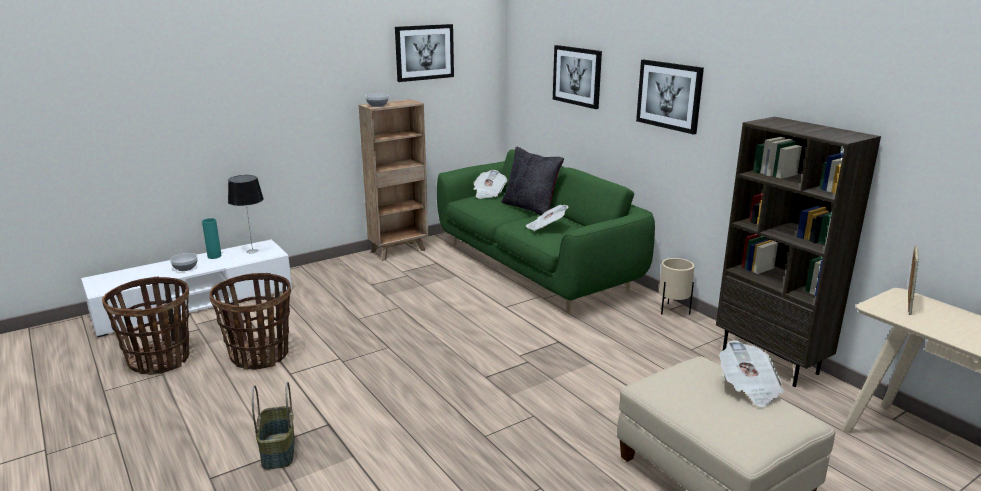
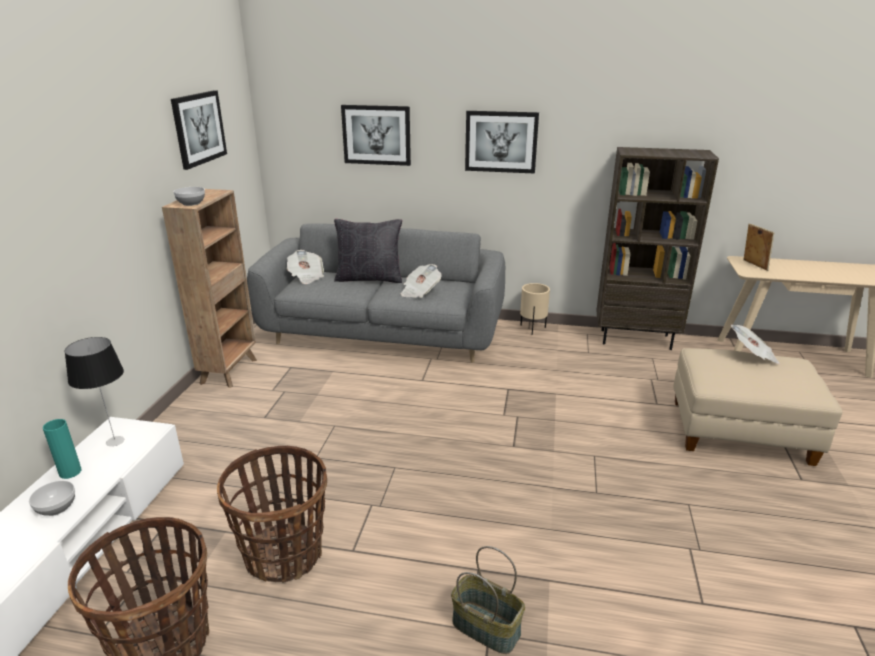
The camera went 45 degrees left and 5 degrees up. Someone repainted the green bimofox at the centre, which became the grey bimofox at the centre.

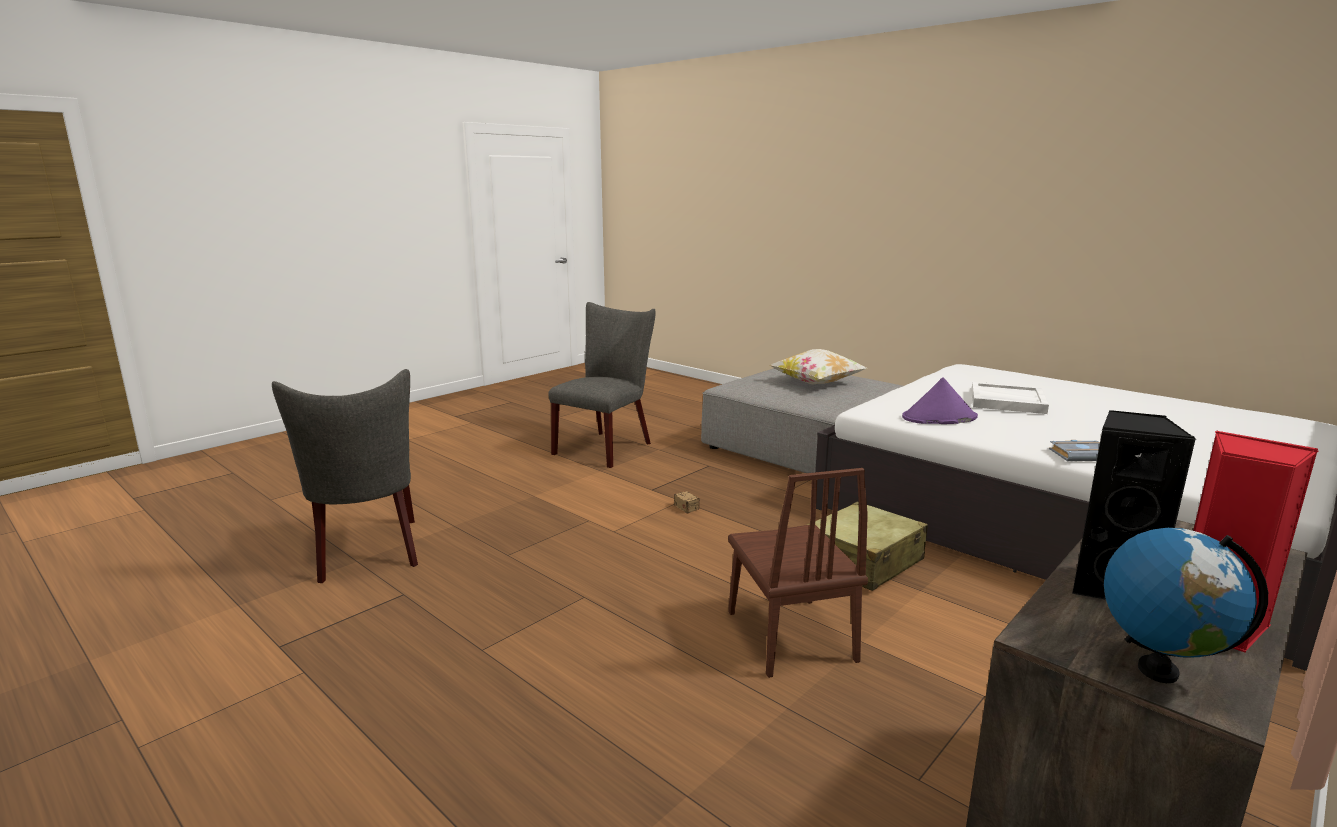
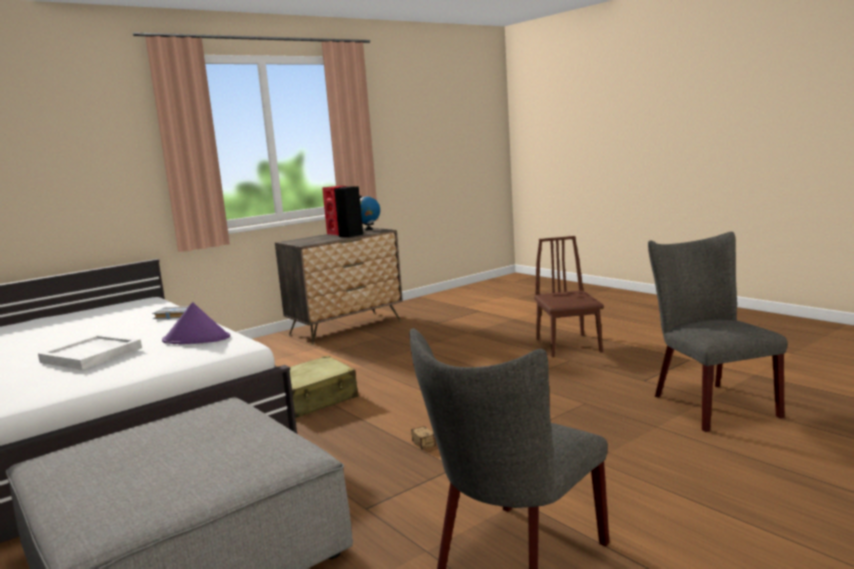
The camera went 170 degrees left and 5 degrees down. Someone took away the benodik at the centre. Someone carried the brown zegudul from the bottom centre to the centre.

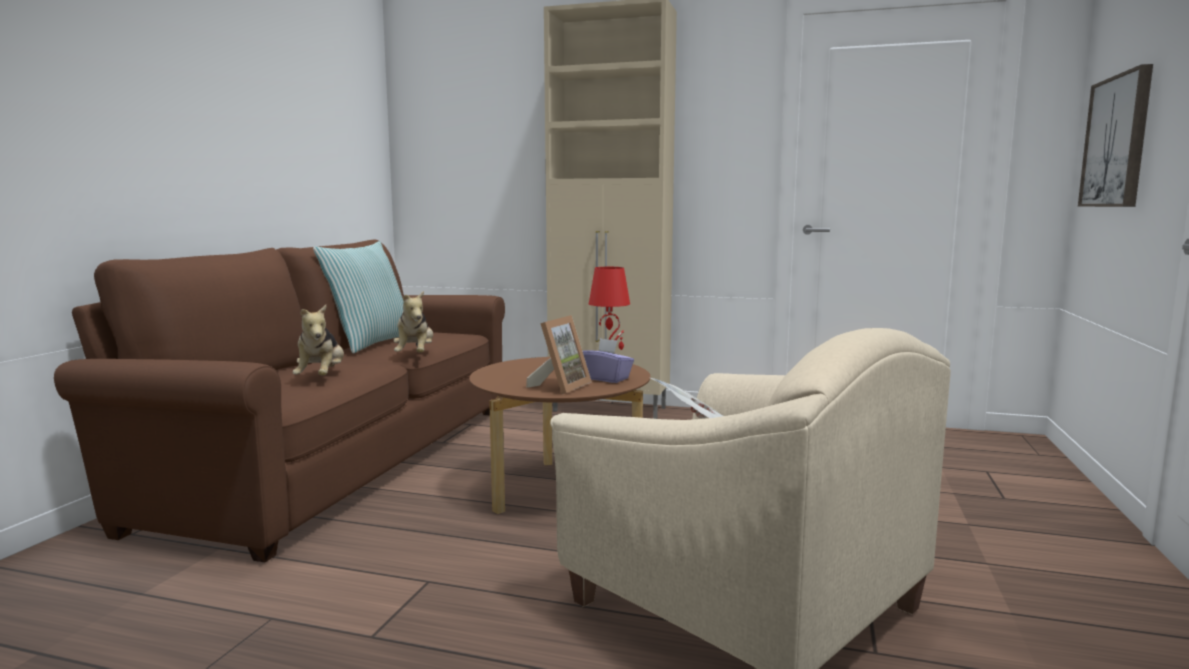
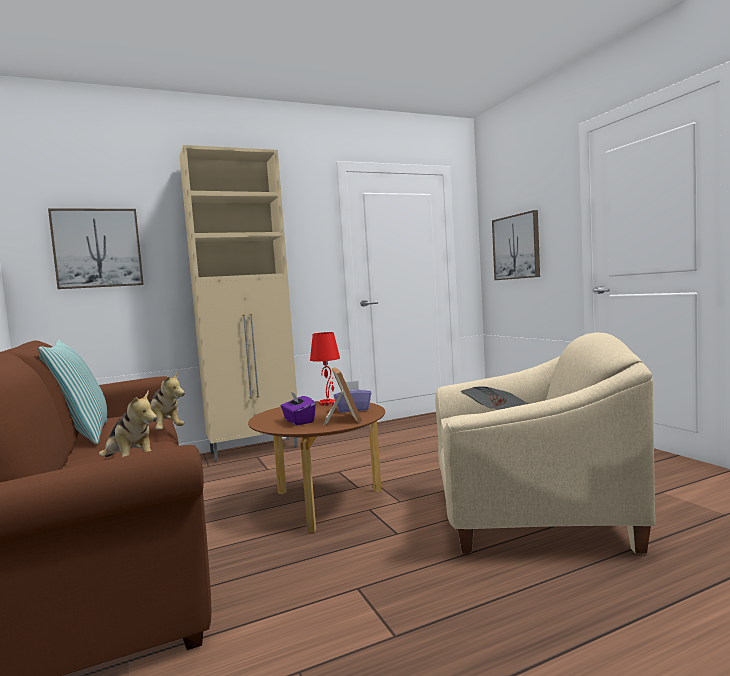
The camera went 40 degrees left and 5 degrees down. Someone put up the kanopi (1st from left) at the middle left. Someone put down the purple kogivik (1st from left) at the centre.

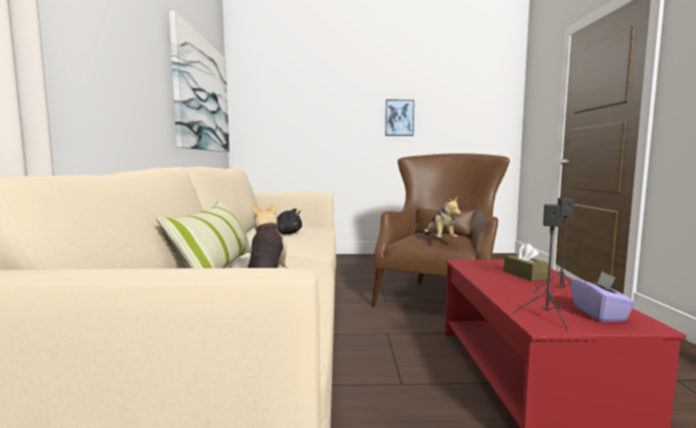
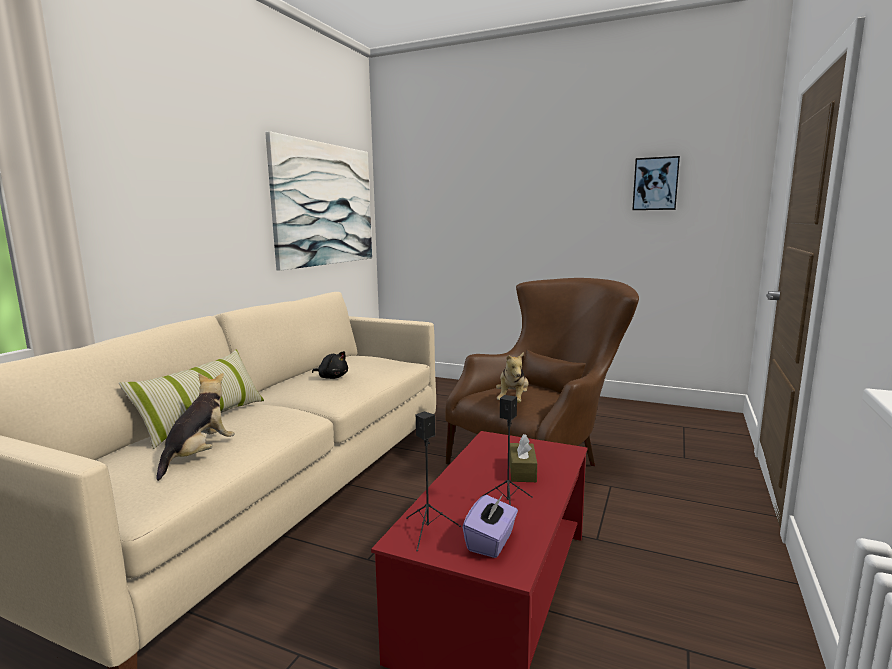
The camera went 25 degrees right and 5 degrees up. Someone carried the kanopi (2nd from left) from the top centre to the top right.

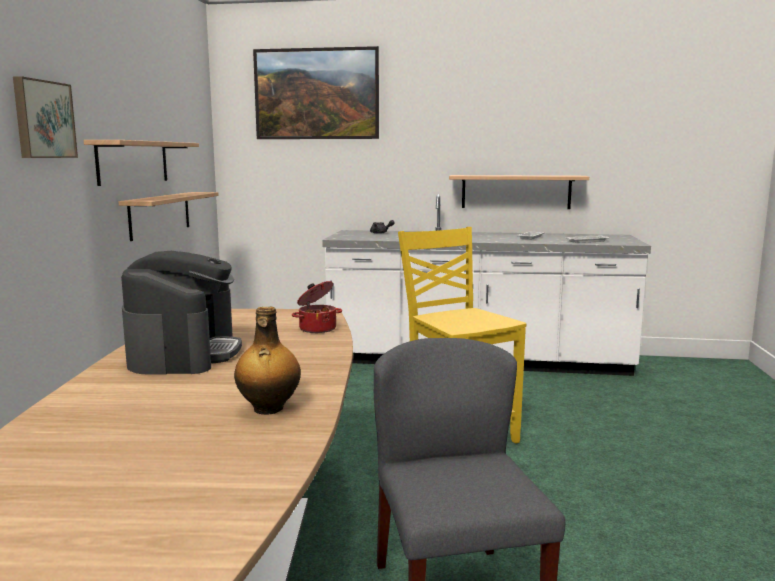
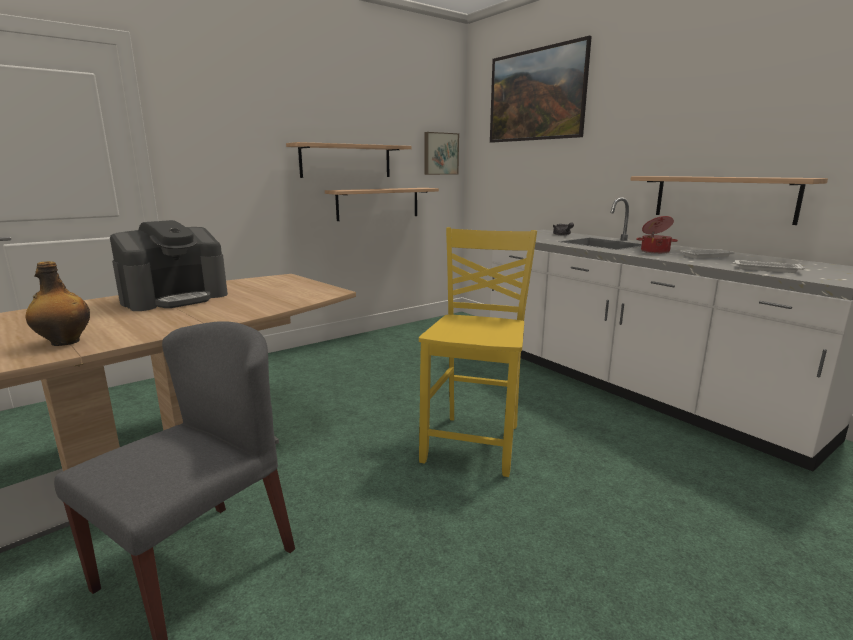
The camera went 45 degrees right and 5 degrees up. Someone carried the kanopi (1st from left) from the top left to the top centre. Someone carried the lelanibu from the centre to the middle right.

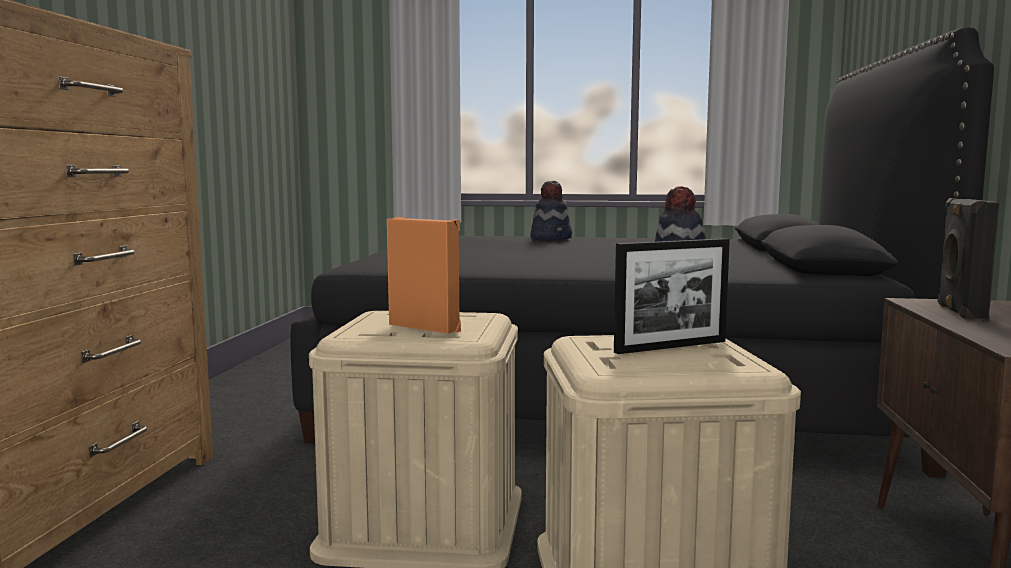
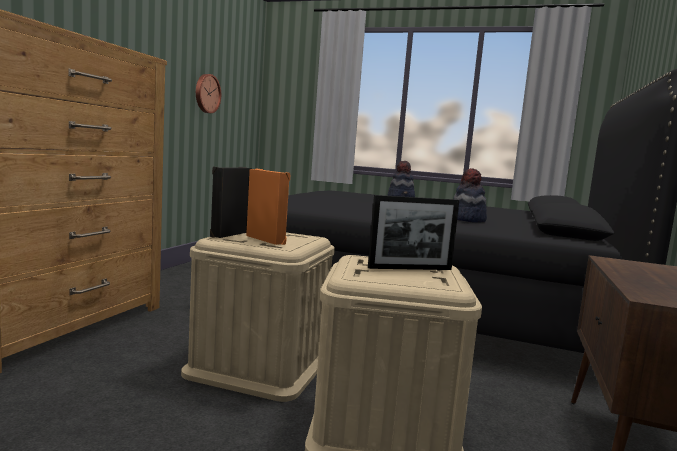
The camera went 10 degrees right and 0 degrees up. Someone carried the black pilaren from the middle right to the centre. Someone put up the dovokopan at the top left.

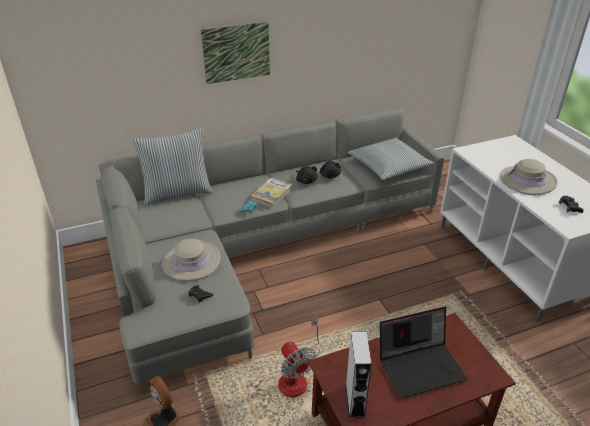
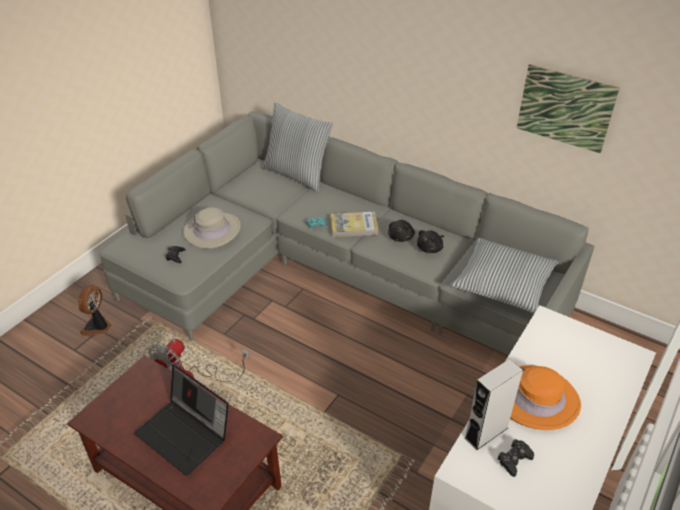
The camera went 55 degrees right and 5 degrees up. Someone carried the kanopi from the top centre to the top right. Someone repainted the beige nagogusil (2nd from left) at the middle right, which became the orange nagogusil at the bottom right. Someone carried the grey pilaren from the bottom centre to the bottom right.

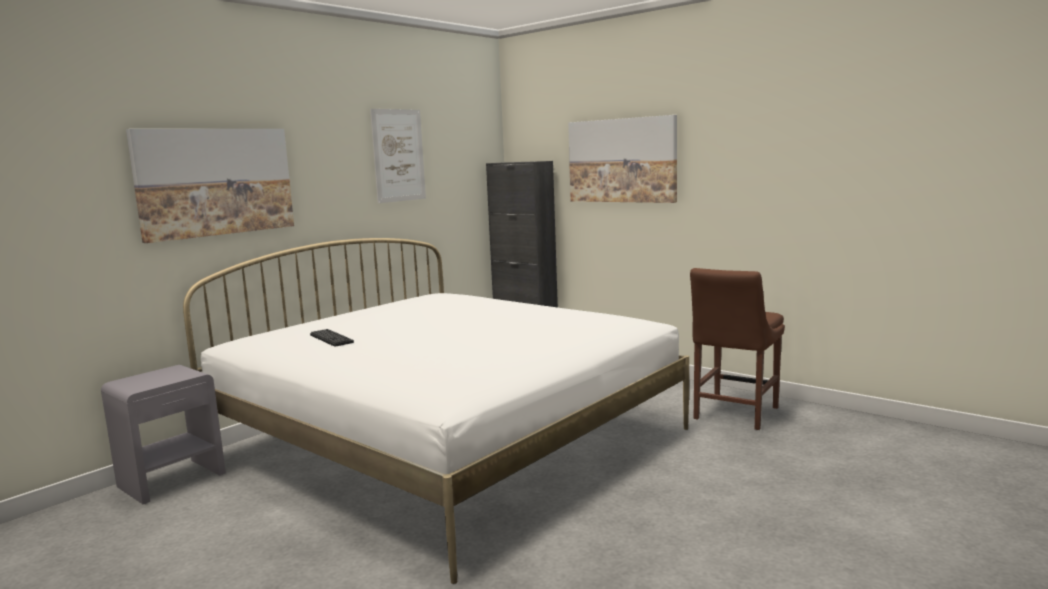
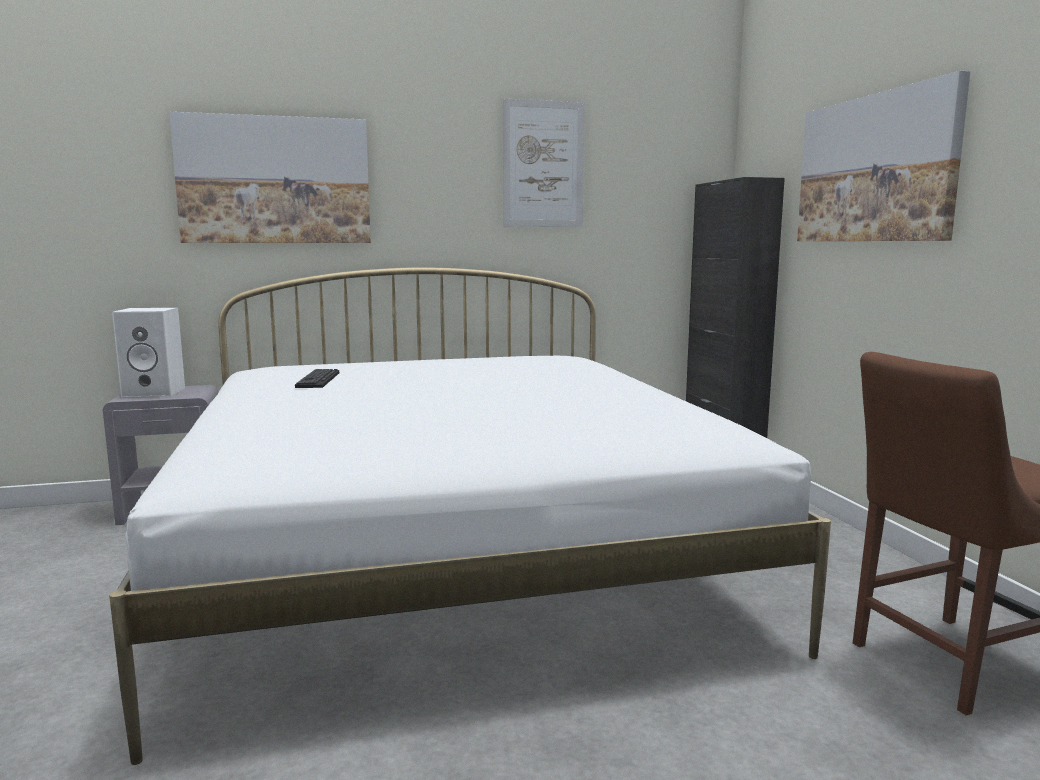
The camera went 35 degrees right and 0 degrees up. Someone put down the white pilaren at the middle left.

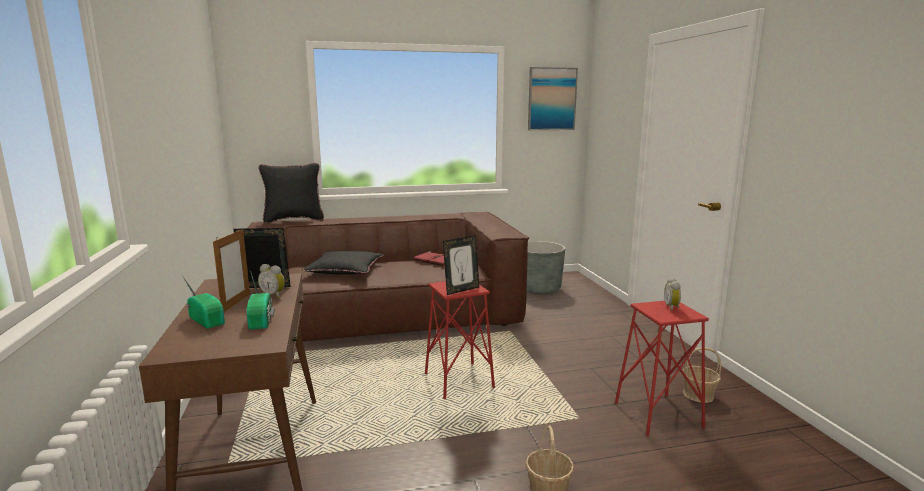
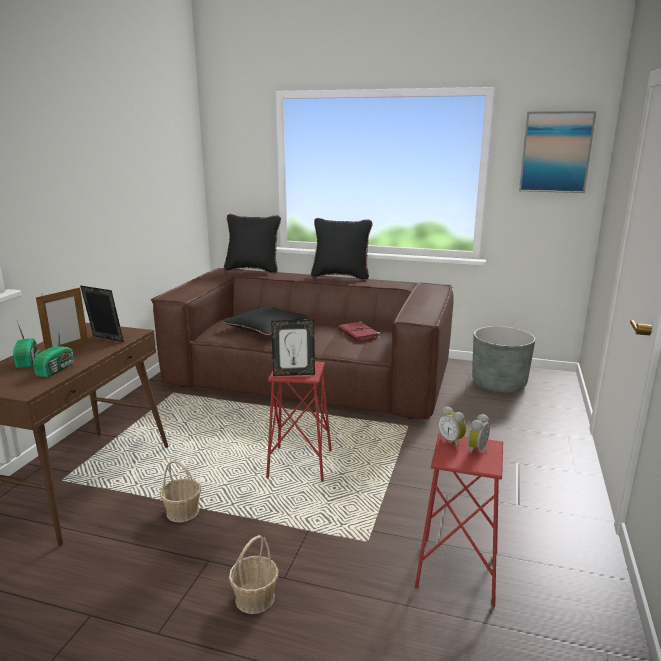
The camera went 30 degrees right and 5 degrees up. Someone carried the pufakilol (1st from left) from the middle left to the middle right. Someone carried the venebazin (2nd from left in the first image) from the bottom right to the bottom left. Someone put down the black benodik (3rd from left) at the centre.

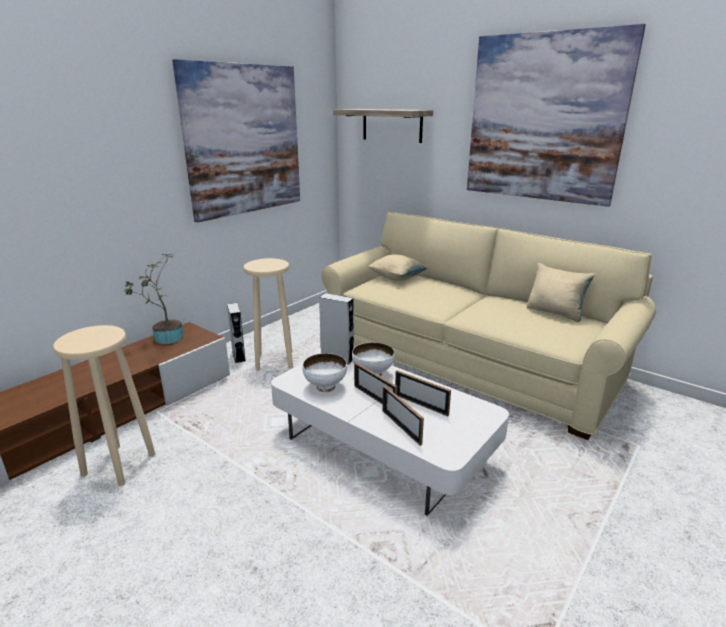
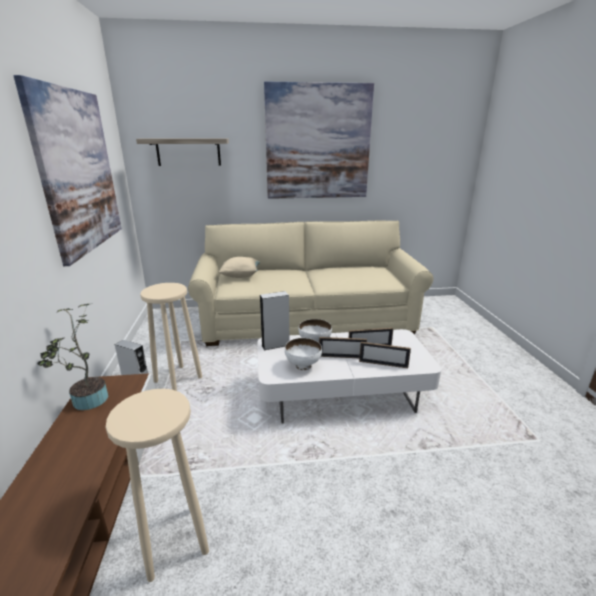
The camera went 45 degrees left and 0 degrees up. Someone took away the beige benodik (2nd from left) at the middle right.

